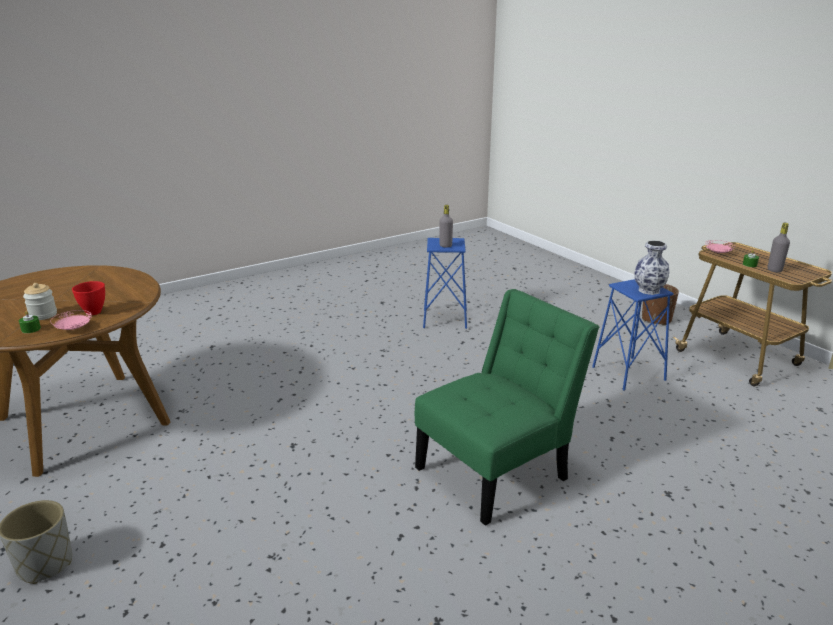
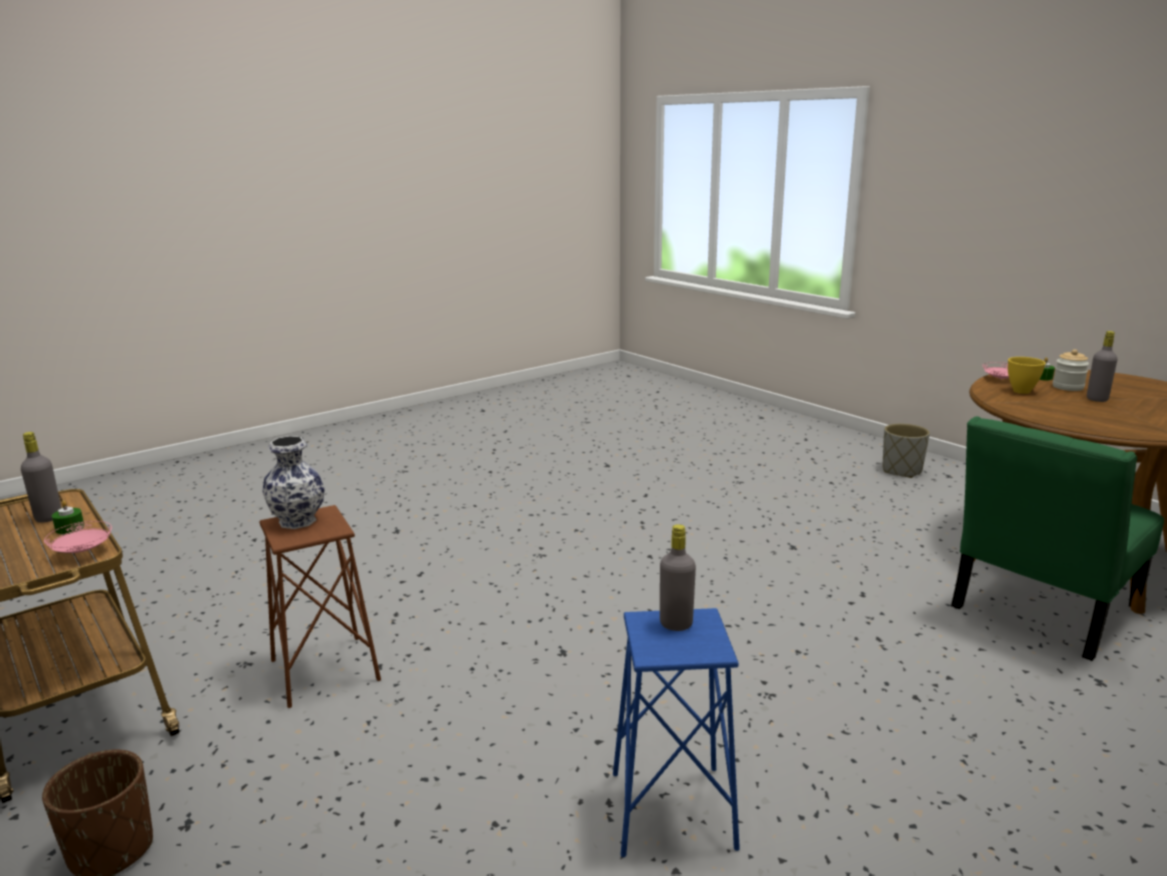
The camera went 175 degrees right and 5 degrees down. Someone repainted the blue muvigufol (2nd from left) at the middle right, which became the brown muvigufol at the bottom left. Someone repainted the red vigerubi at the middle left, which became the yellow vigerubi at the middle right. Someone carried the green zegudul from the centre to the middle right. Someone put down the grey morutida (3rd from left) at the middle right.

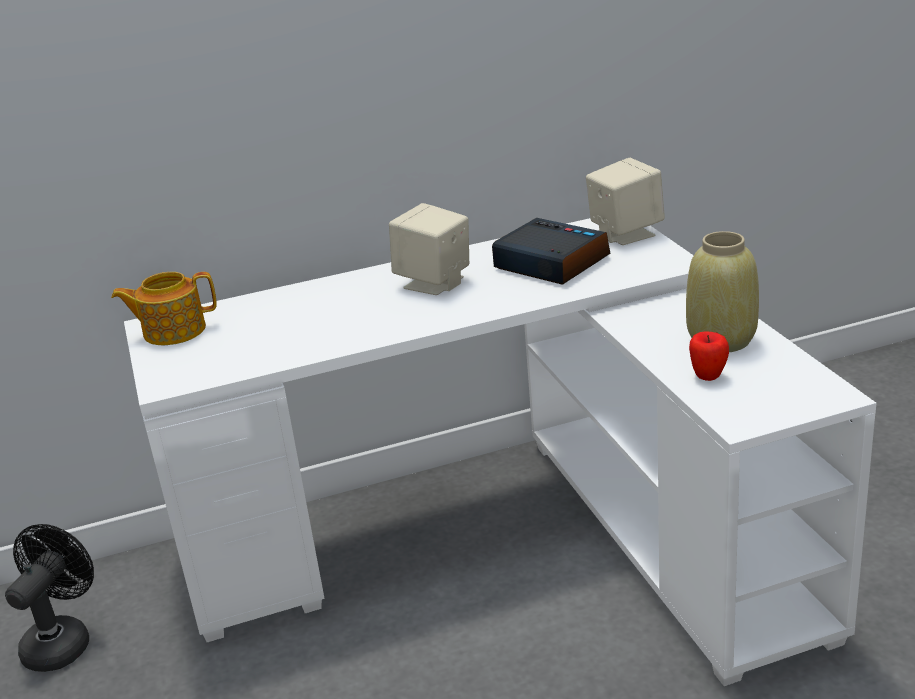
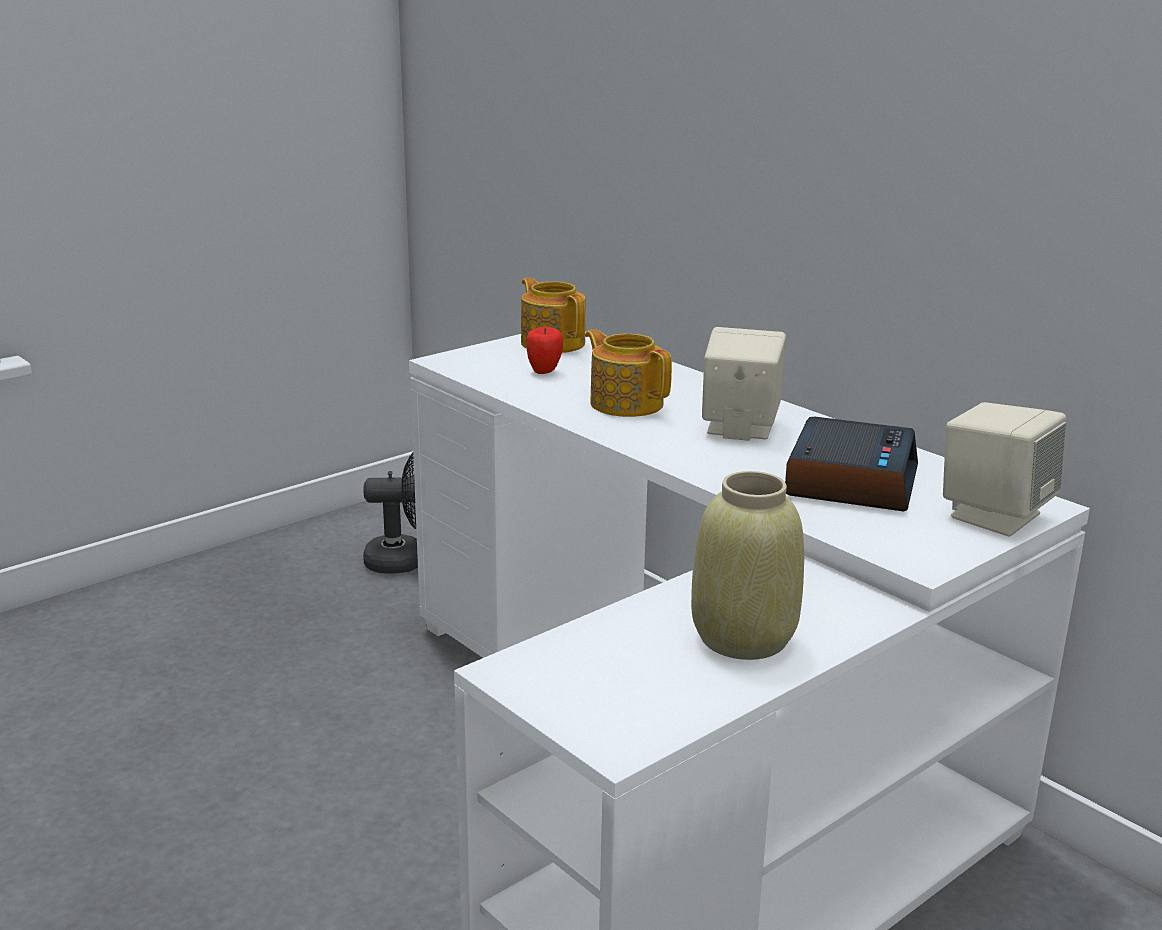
The camera went 65 degrees right and 5 degrees down. Someone carried the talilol from the middle right to the centre. Someone put down the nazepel (2nd from left) at the centre.

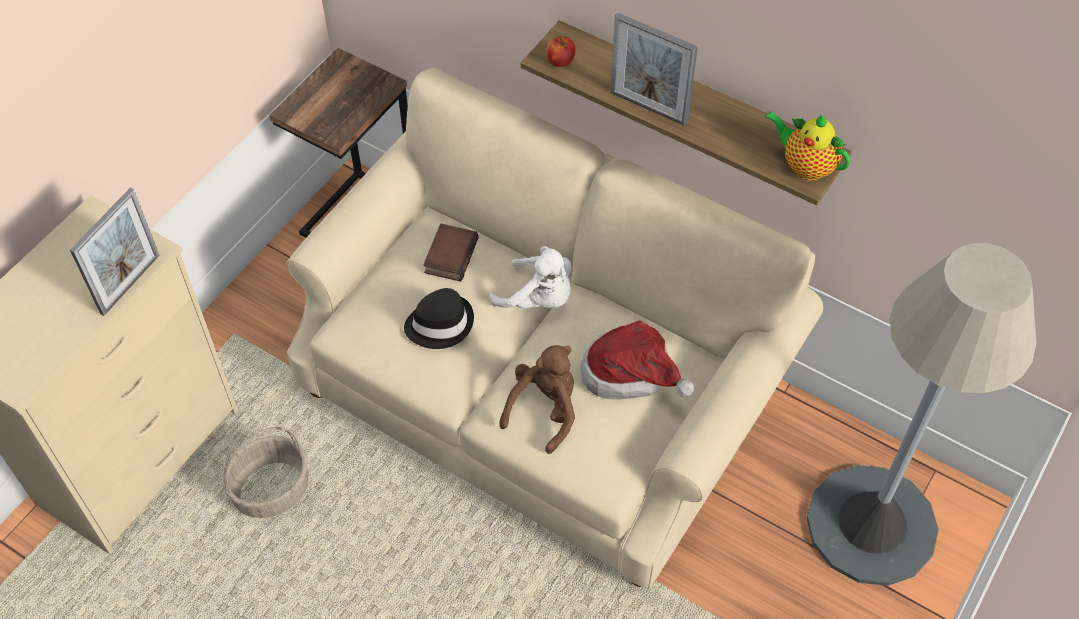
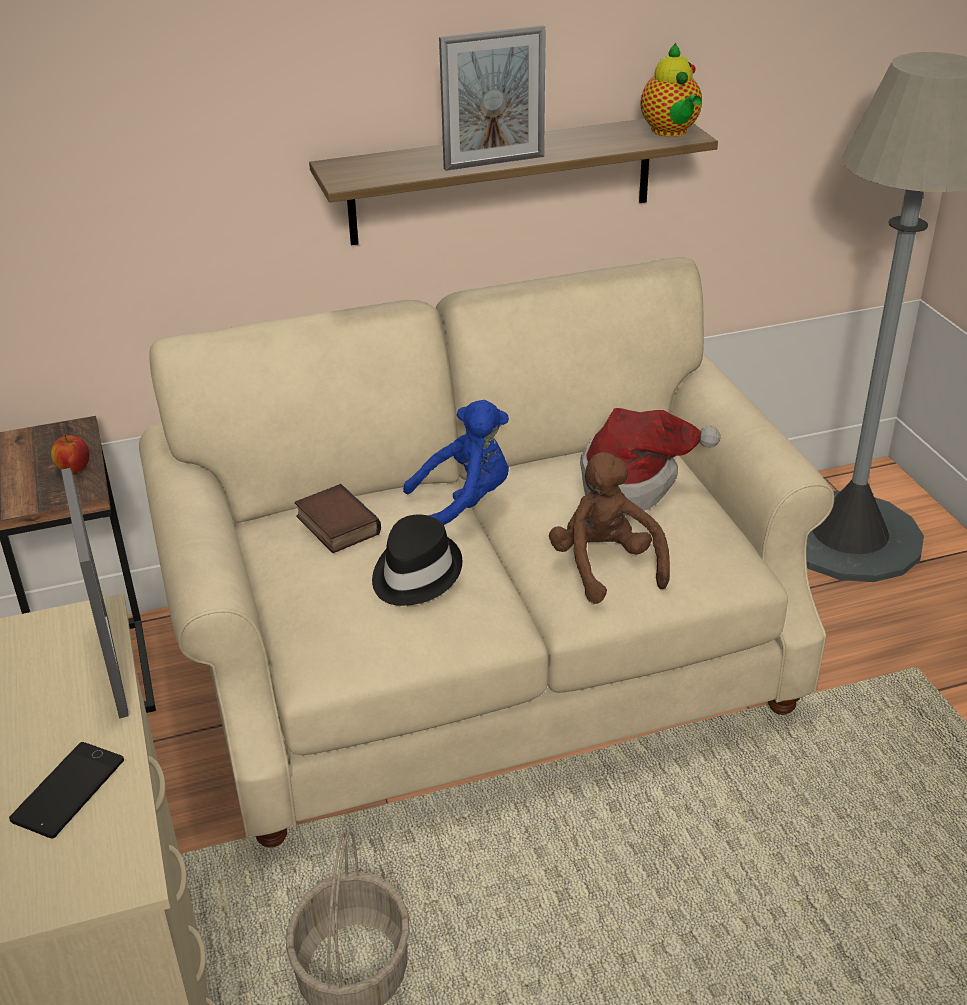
The camera went 50 degrees left and 20 degrees down. Someone carried the talilol from the top centre to the middle left. Someone rotated the nazepel at the top right by 90 degrees counterclockwise. Someone repainted the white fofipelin at the centre, which became the blue fofipelin at the centre. Someone put down the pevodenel at the bottom left.

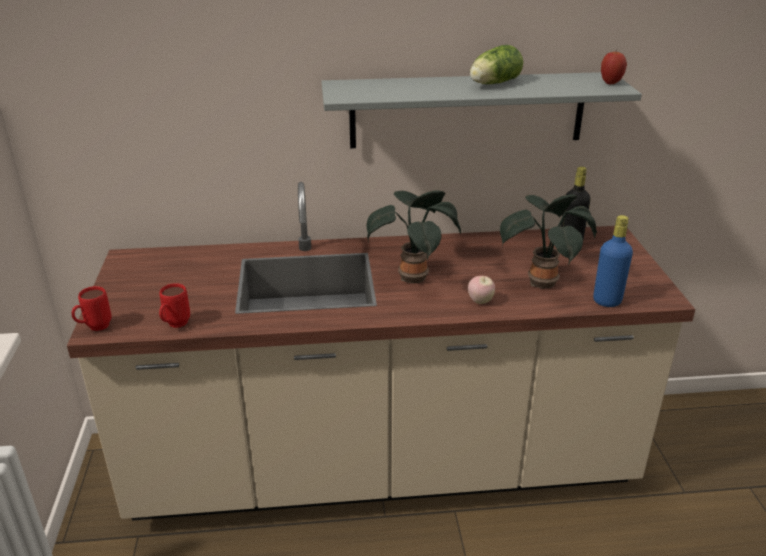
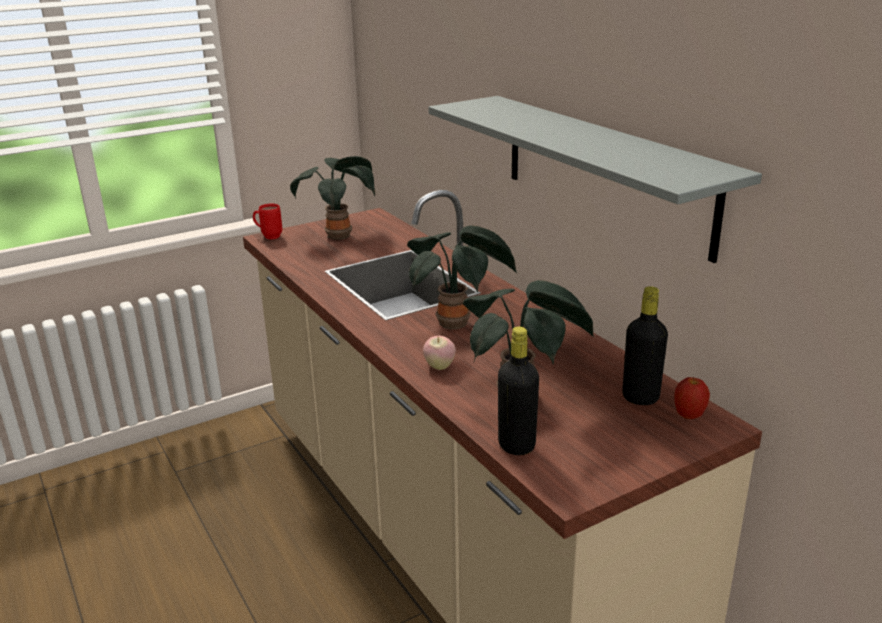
The camera went 65 degrees right and 5 degrees down. Someone took away the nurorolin at the top centre. Someone carried the talilol (2nd from left) from the top right to the middle right. Someone repainted the blue morutida at the middle right, which became the black morutida (1st from left) at the centre. Someone took away the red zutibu (2nd from left) at the middle left. Someone put down the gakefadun (1st from left) at the top centre.

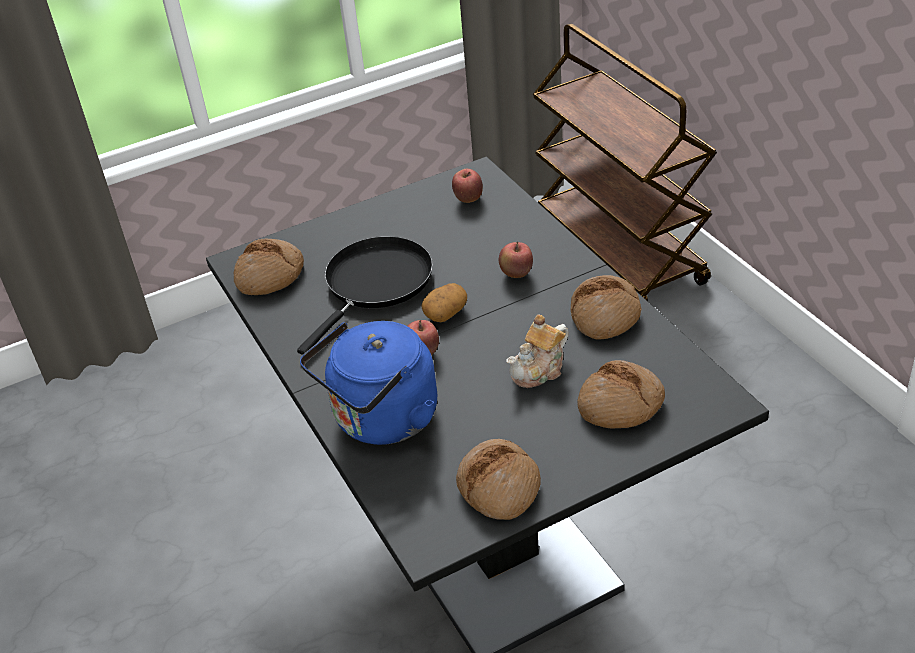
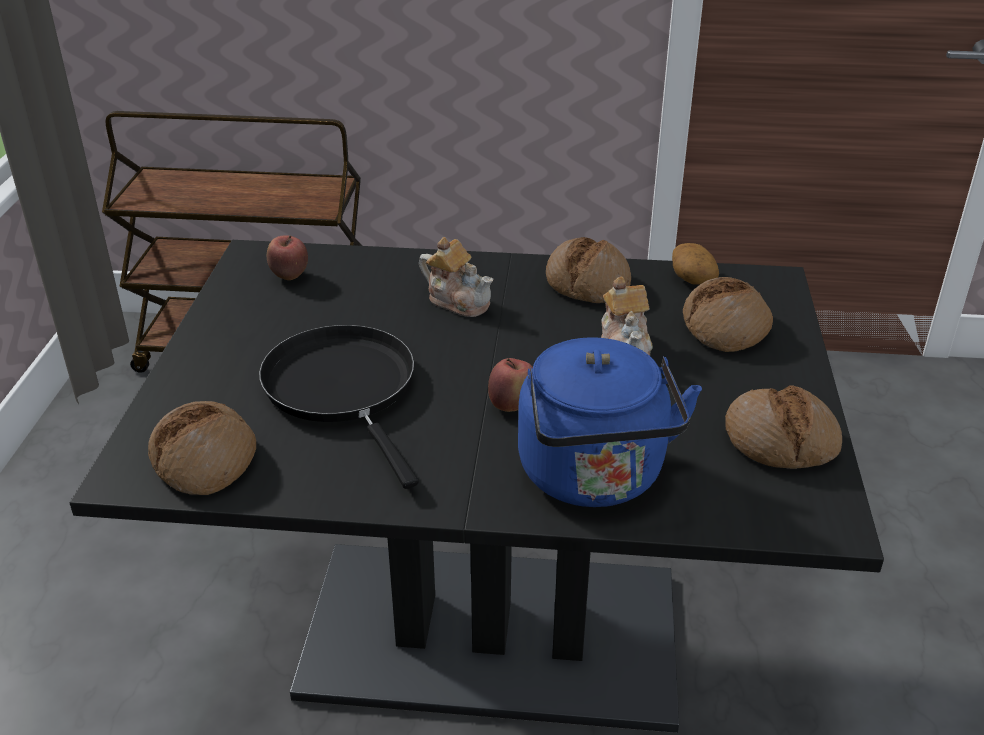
The camera went 60 degrees left and 5 degrees down. Someone swapped the talilol (3rd from left) at the centre for the nazepel (1st from left) at the centre. Someone carried the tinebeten from the centre to the middle right.

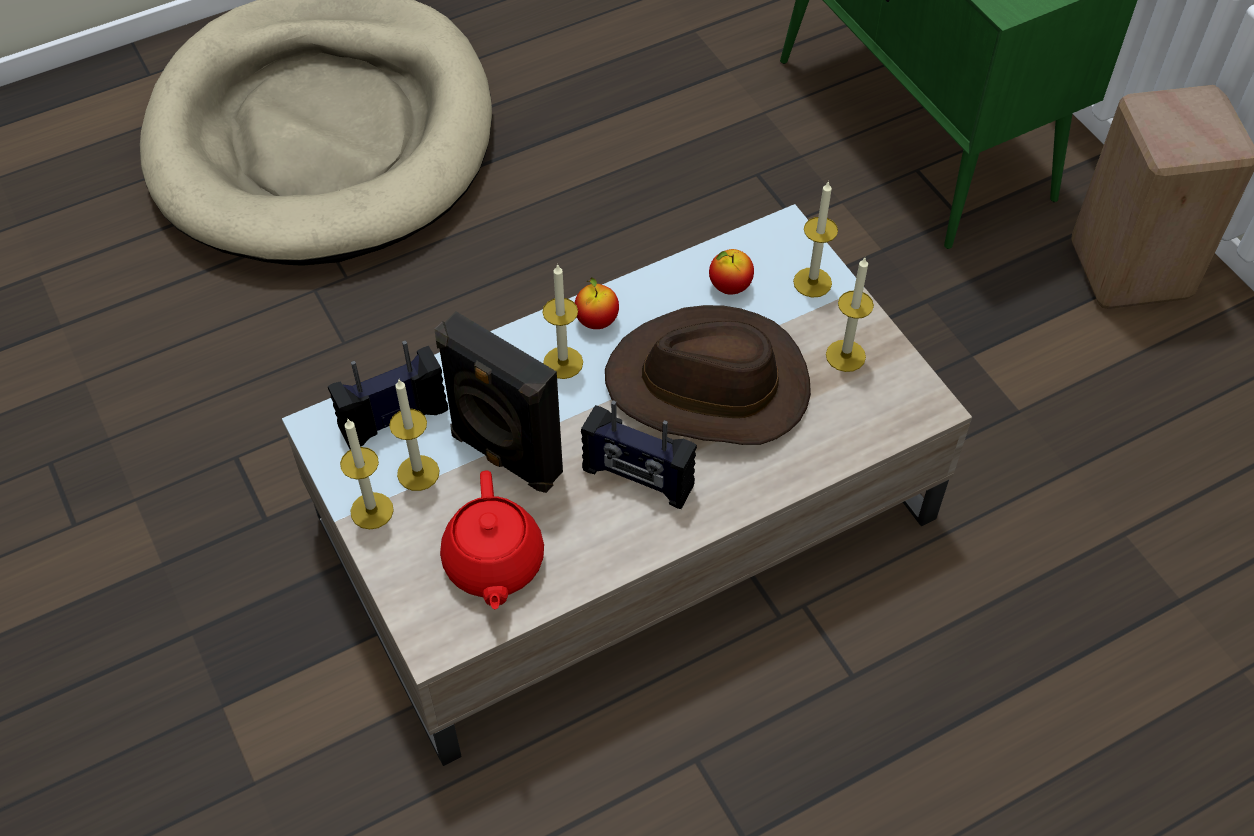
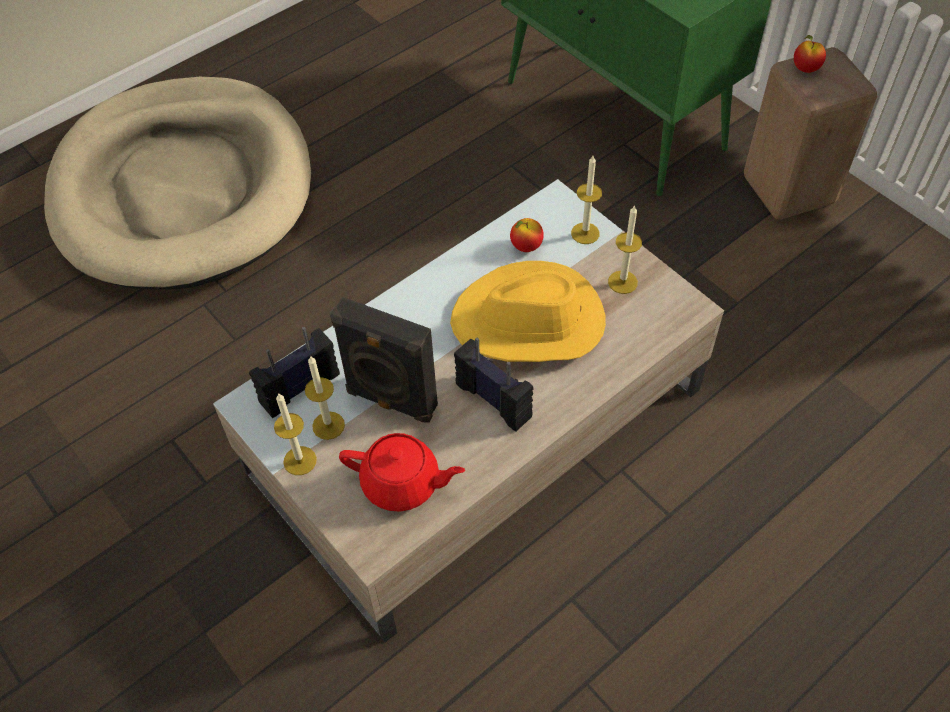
The camera went 10 degrees left and 0 degrees up. Someone took away the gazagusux (3rd from left) at the centre. Someone carried the talilol (1st from left in the first image) from the centre to the top right. Someone repainted the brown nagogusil at the centre, which became the yellow nagogusil at the centre. Someone rotated the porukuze (2nd from left) at the centre by 150 degrees counterclockwise. Someone rotated the red nazepel at the centre by 60 degrees counterclockwise.

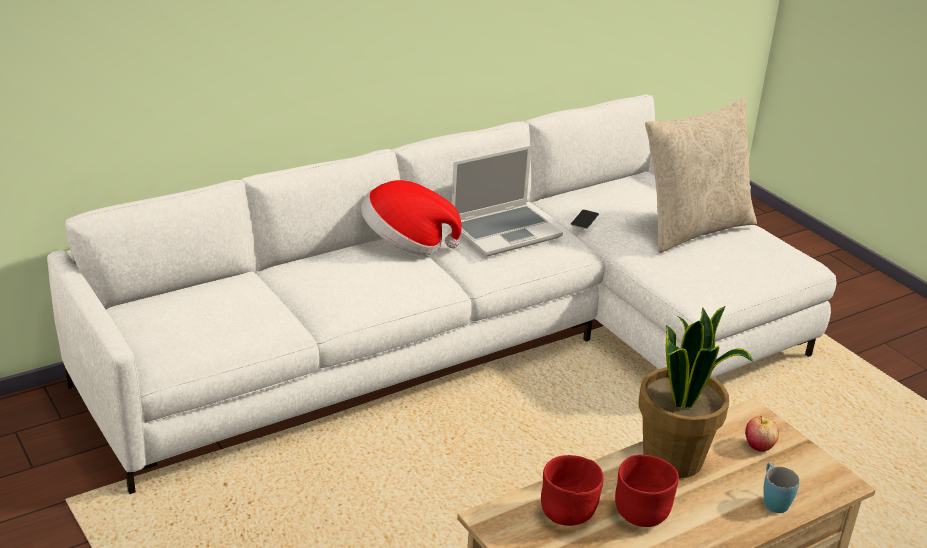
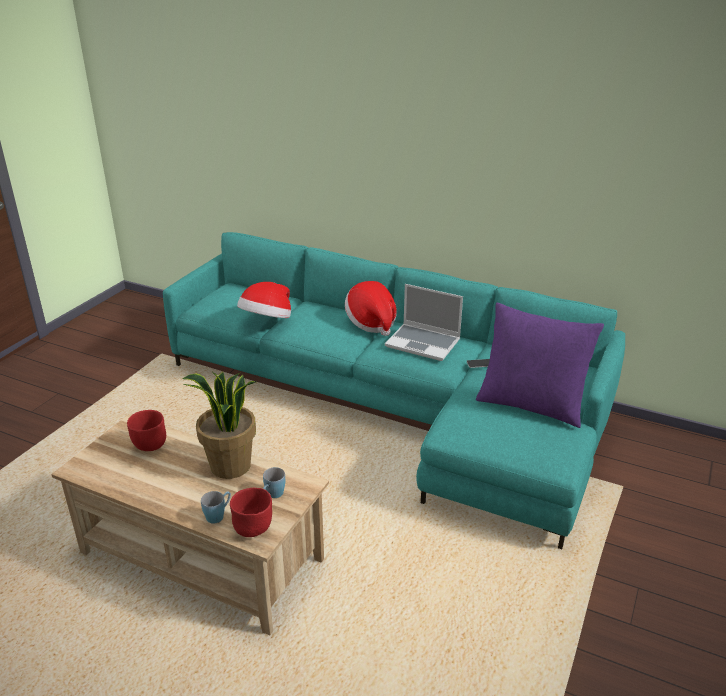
The camera went 60 degrees right and 0 degrees up. Someone repainted the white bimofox at the centre, which became the turquoise bimofox at the centre. Someone repainted the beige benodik at the top right, which became the purple benodik at the middle right. Someone swapped the talilol at the bottom right for the blue zutibu (2nd from left) at the bottom centre. Someone carried the red vigerubi (2nd from left) from the bottom right to the bottom centre. Someone put down the nagogusil (1st from left) at the centre.

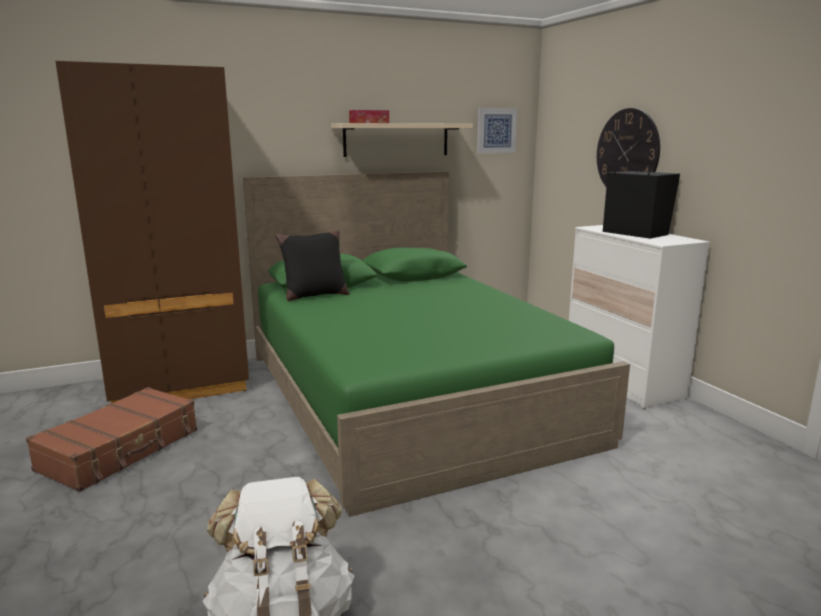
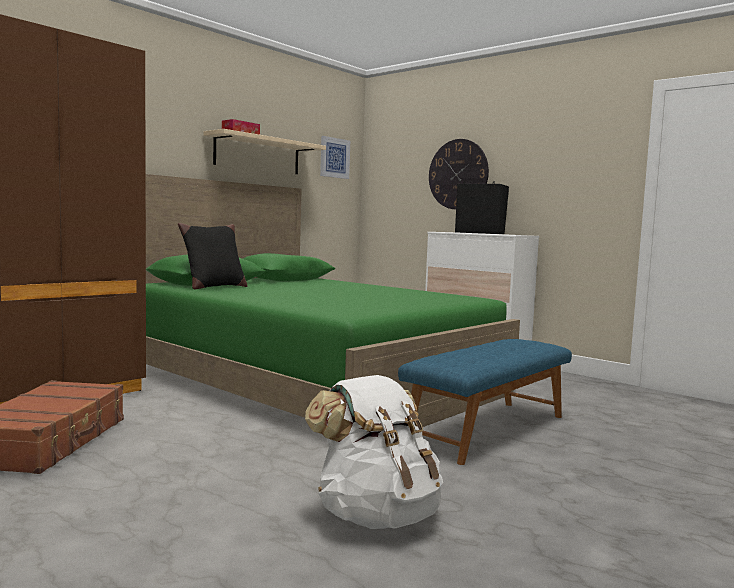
The camera went 25 degrees left and 10 degrees down. Someone put down the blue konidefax at the bottom centre.

